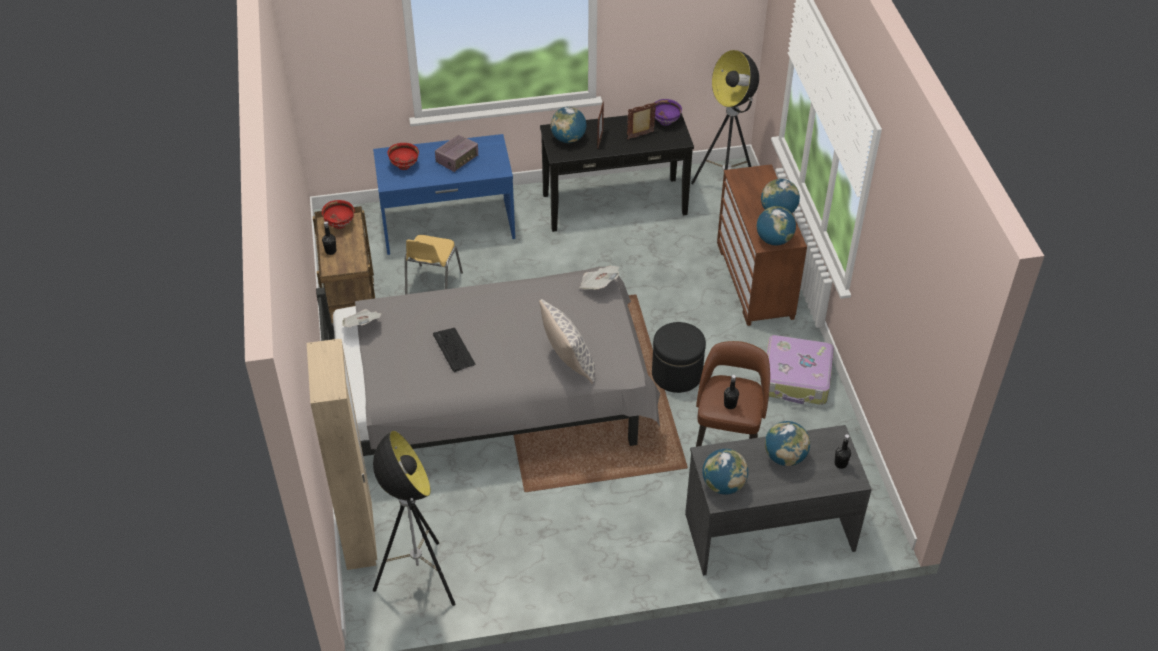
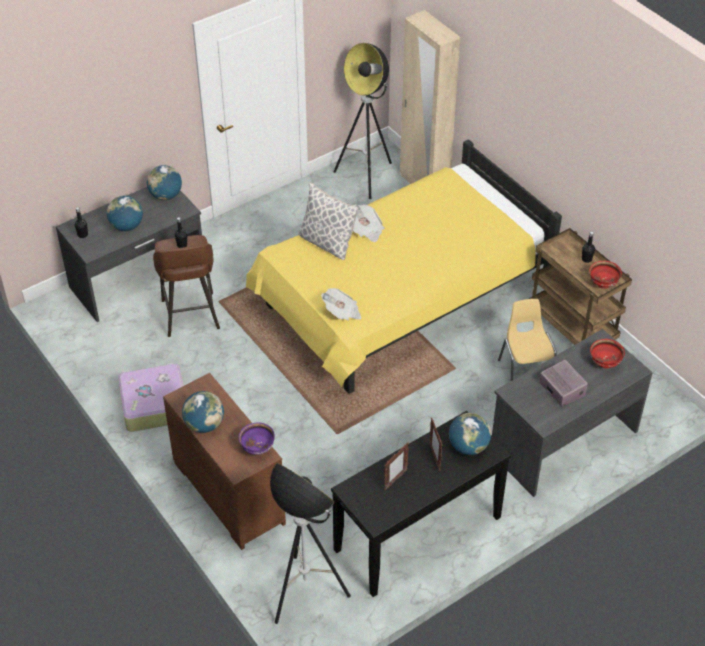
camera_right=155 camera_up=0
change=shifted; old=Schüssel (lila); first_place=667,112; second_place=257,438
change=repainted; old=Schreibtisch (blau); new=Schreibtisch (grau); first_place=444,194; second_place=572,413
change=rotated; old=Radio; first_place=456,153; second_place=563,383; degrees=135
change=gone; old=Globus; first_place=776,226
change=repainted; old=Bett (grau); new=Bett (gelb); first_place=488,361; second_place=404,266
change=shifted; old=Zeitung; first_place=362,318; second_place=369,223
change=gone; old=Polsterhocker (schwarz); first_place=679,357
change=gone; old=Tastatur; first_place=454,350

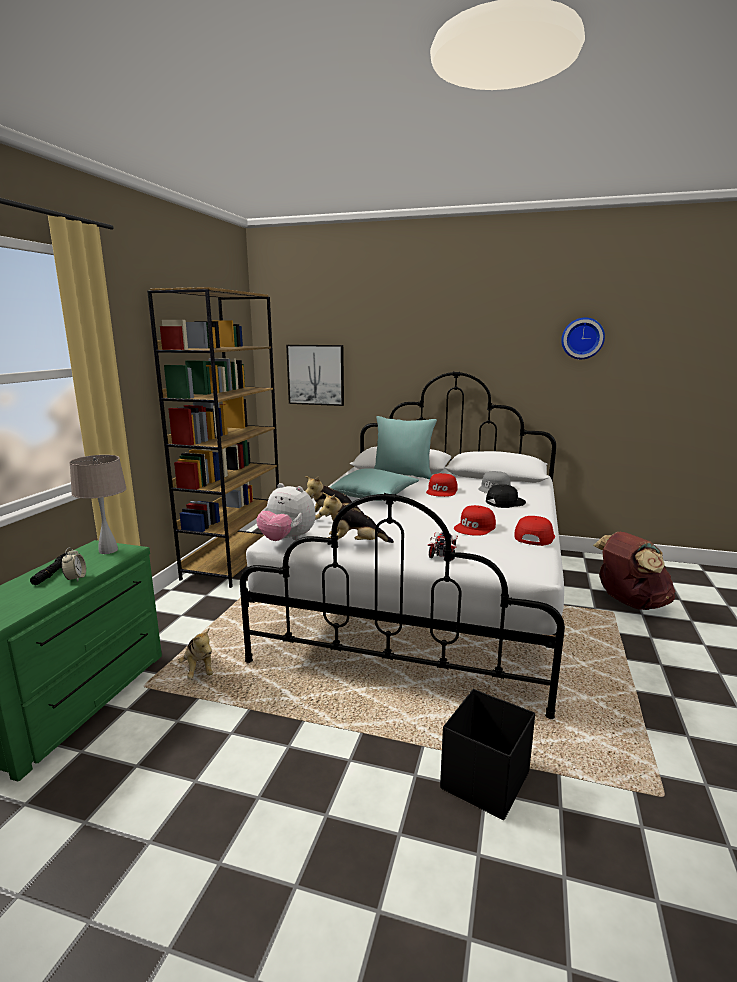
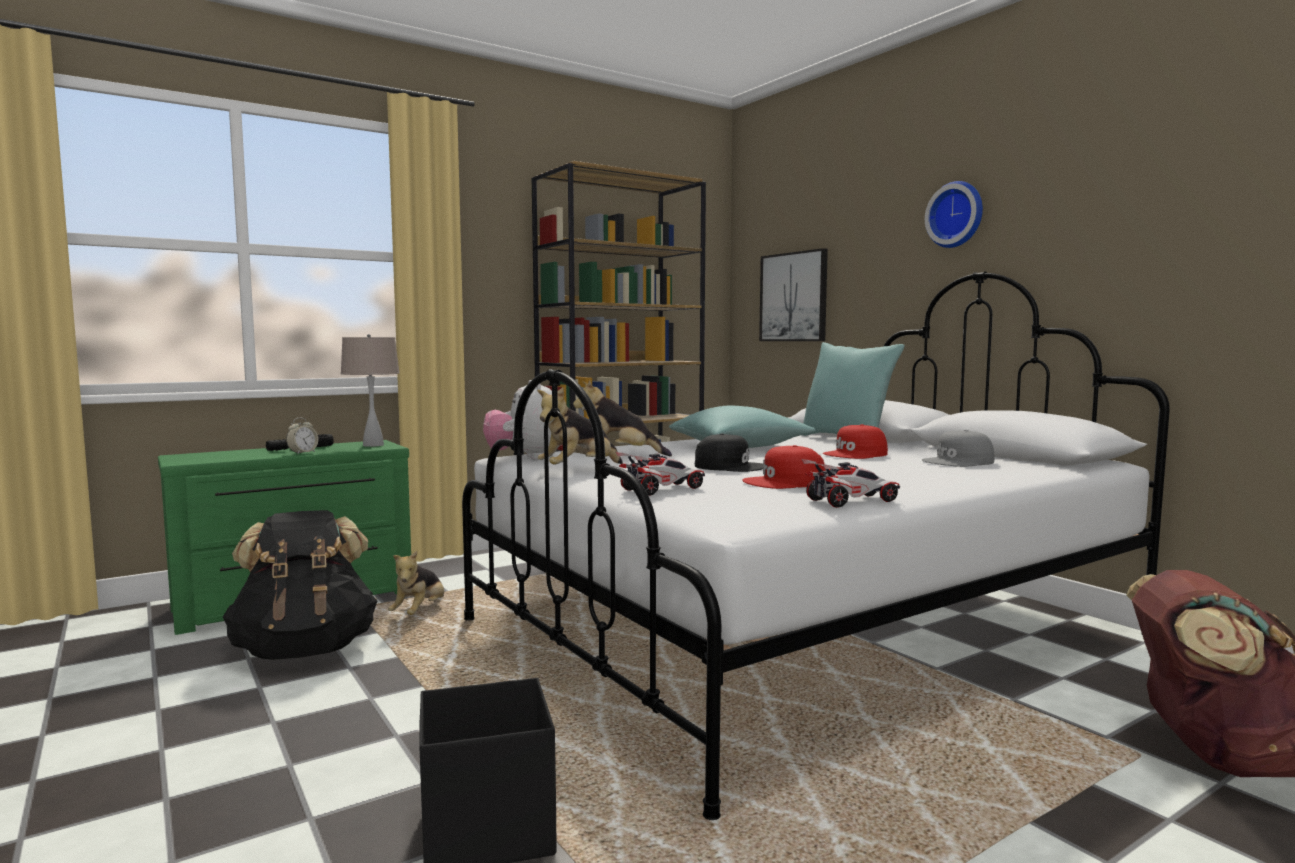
camera_right=40 camera_up=-10
change=shifted; old=Wanduhr; first_place=583,338; second_place=954,214
change=shifted; old=Kappe (schwarz); first_place=506,496; second_place=729,452
change=rotated; old=Plüschtier; first_place=356,518; second_place=580,426; degrees=-75
change=swapped; old=Kappe (rot); new=Spielzeugauto; first_place=534,531; second_place=851,483
change=new; new=Rucksack (schwarz); second_place=300,585

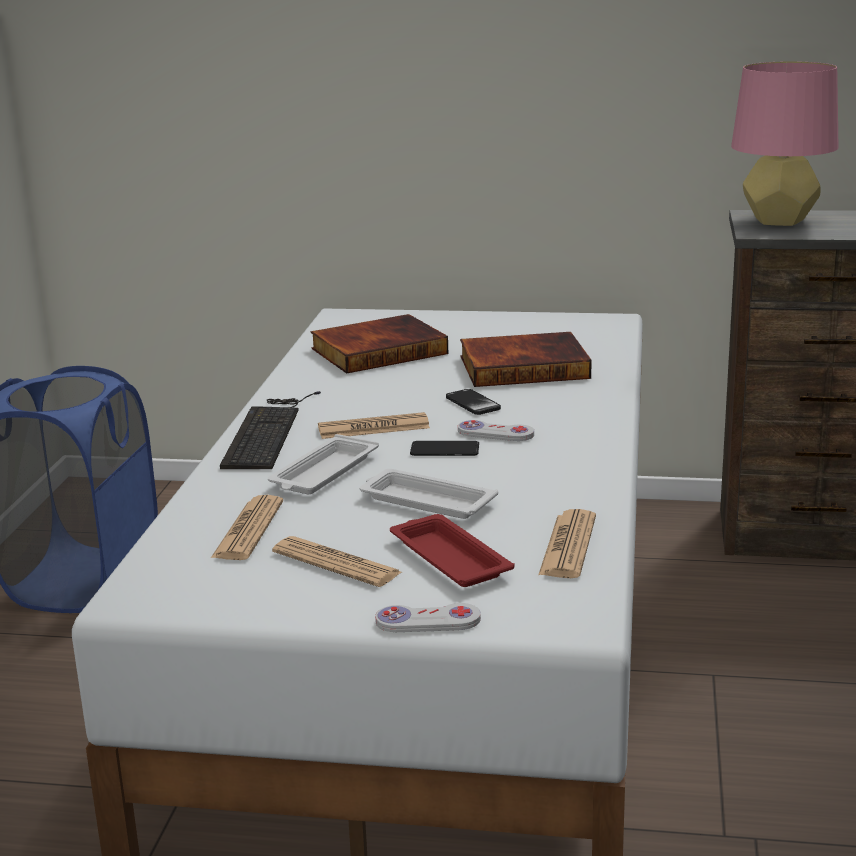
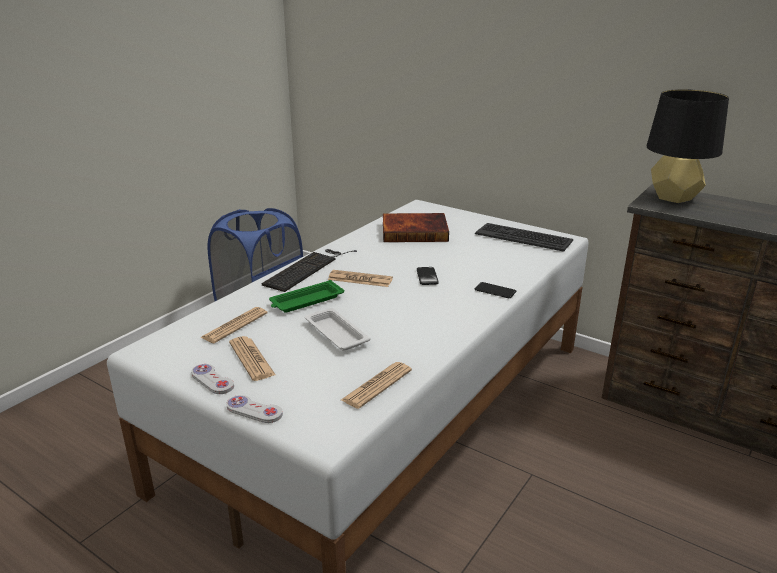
camera_right=25 camera_up=5
change=repainted; old=Tischlampe (rosa); new=Tischlampe (schwarz); first_place=785,143; second_place=688,146
change=gone; old=Buch; first_place=526,359
change=shifted; old=Gamepad (weiß); first_place=496,430; second_place=212,379
change=repainted; old=Tablett (weiß); new=Tablett (grün); first_place=323,464; second_place=306,296
change=shifted; old=Handy; first_place=444,448; second_place=495,290
change=gone; old=Tablett (rot); first_place=452,550
change=new; new=Tastatur; second_place=524,237

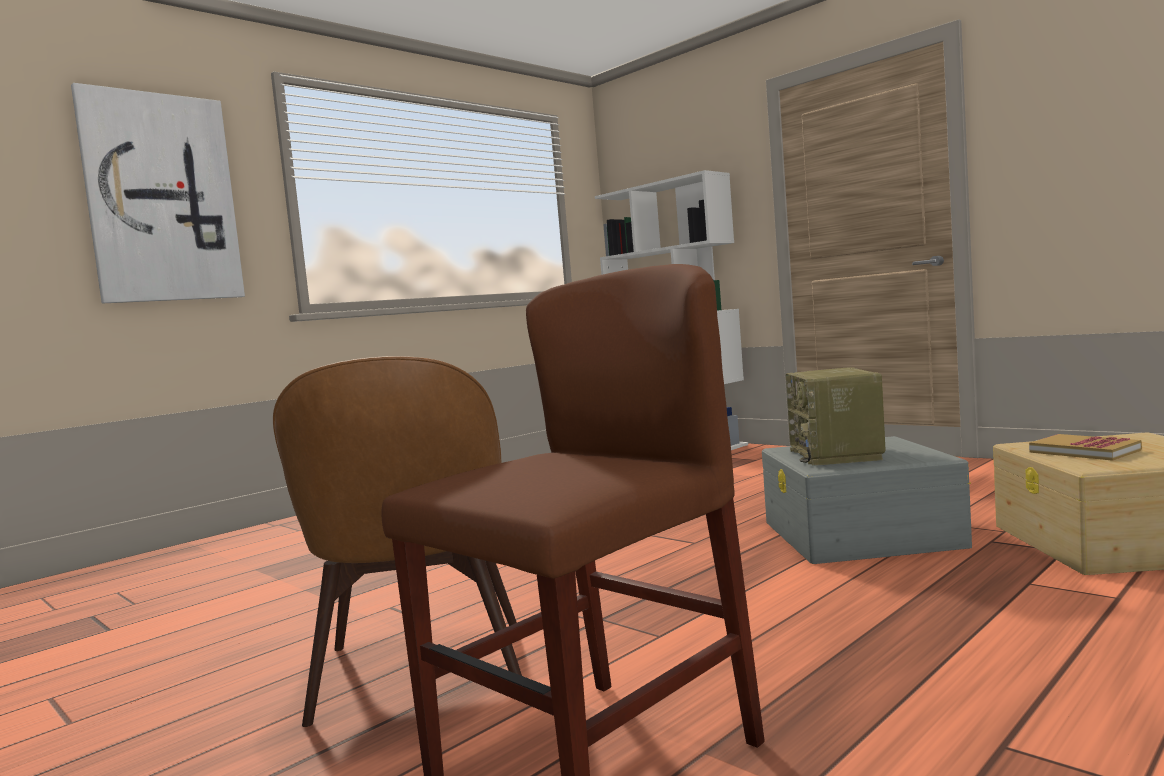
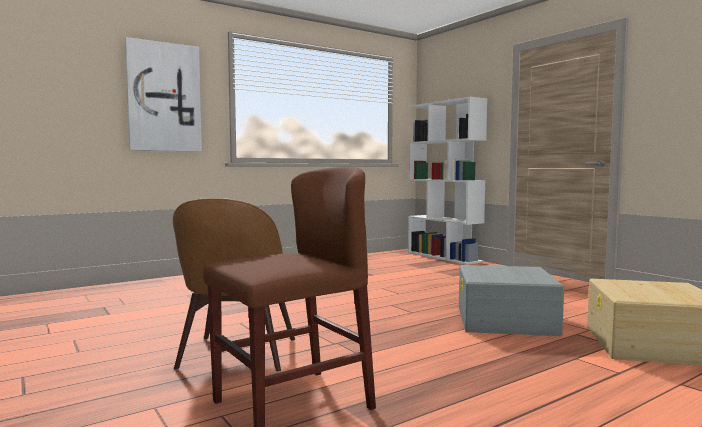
camera_right=10 camera_up=0
change=gone; old=Radio; first_place=836,416
change=gone; old=Buch; first_place=1085,447

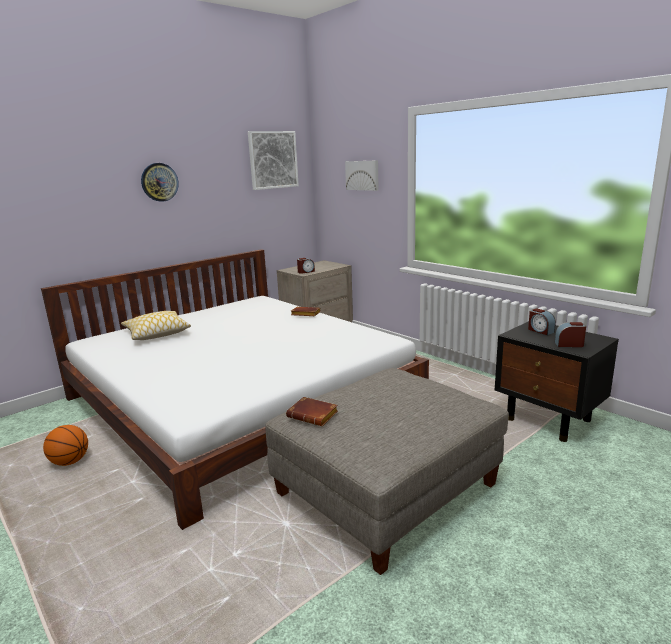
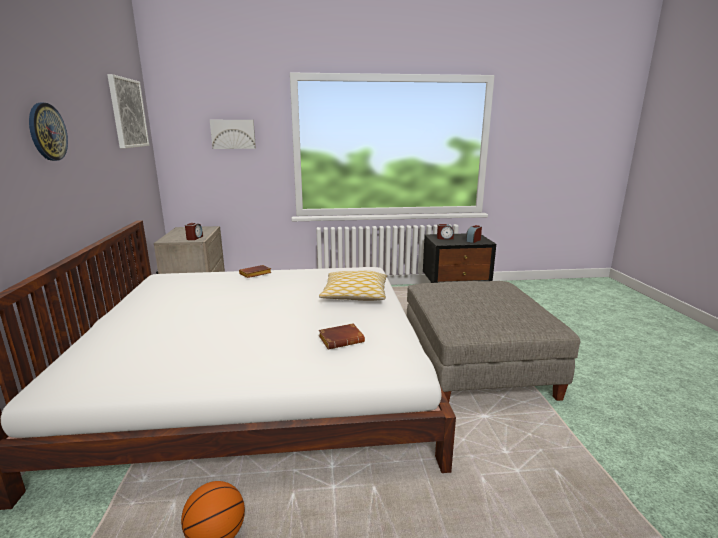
camera_right=-55 camera_up=0
change=shifted; old=Kissen; first_place=156,325; second_place=353,286
change=shifted; old=Buch (braun); first_place=312,411; second_place=342,337

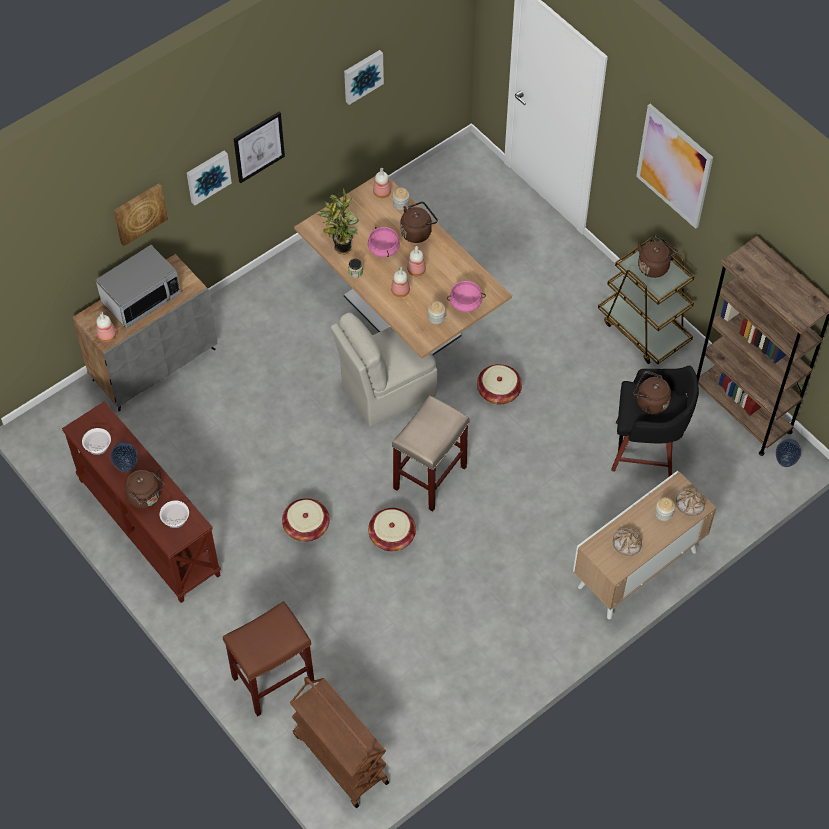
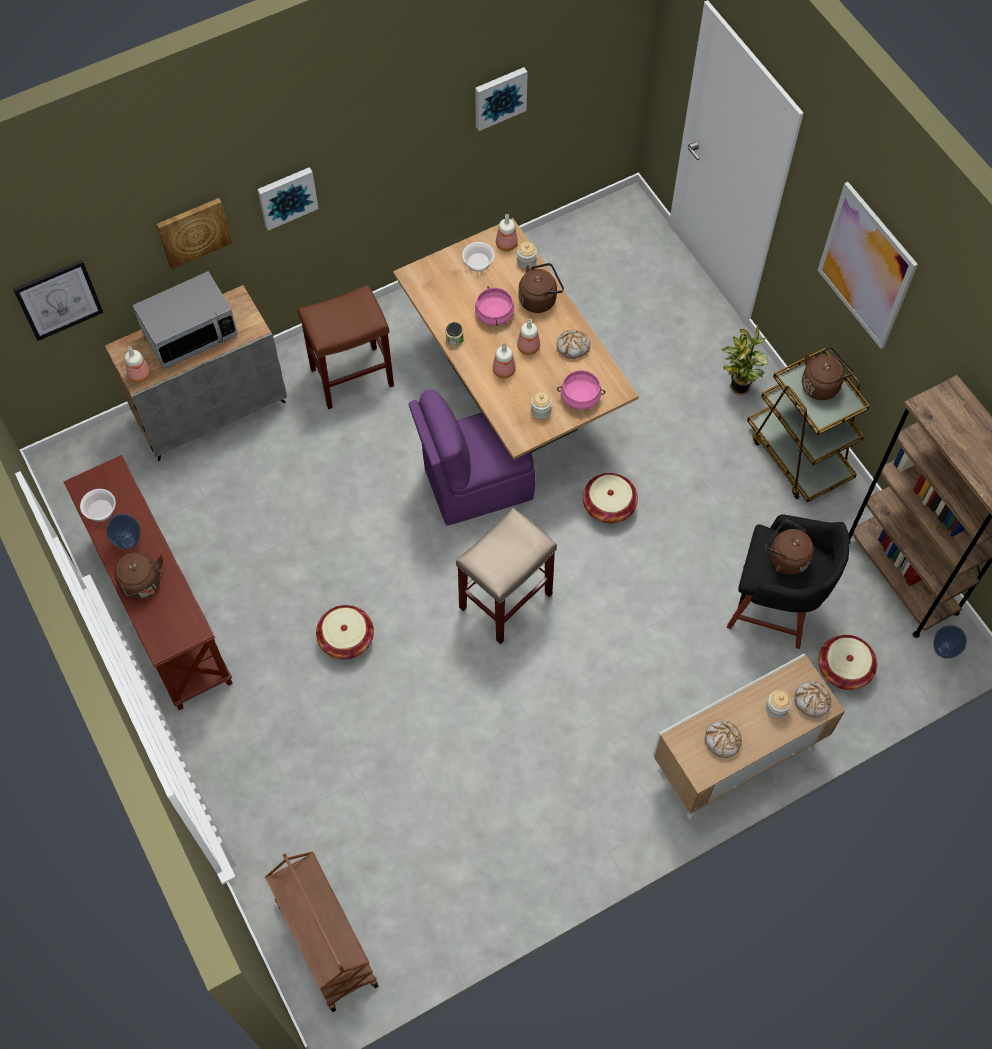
camera_right=10 camera_up=5
change=shifted; old=Bild; first_place=259,147; second_place=58,300
change=shifted; old=Topfpflanze; first_place=338,222; second_place=744,360
change=repainted; old=Stuhl (beige); new=Stuhl (lila); first_place=384,369; second_place=472,457
change=shifted; old=Schüssel; first_place=174,514; second_place=478,257
change=shifted; old=Korb; first_place=392,529; second_place=847,662
change=shifted; old=Hocker (braun); first_place=268,659; second_place=346,347
change=new; new=Brot; second_place=573,344

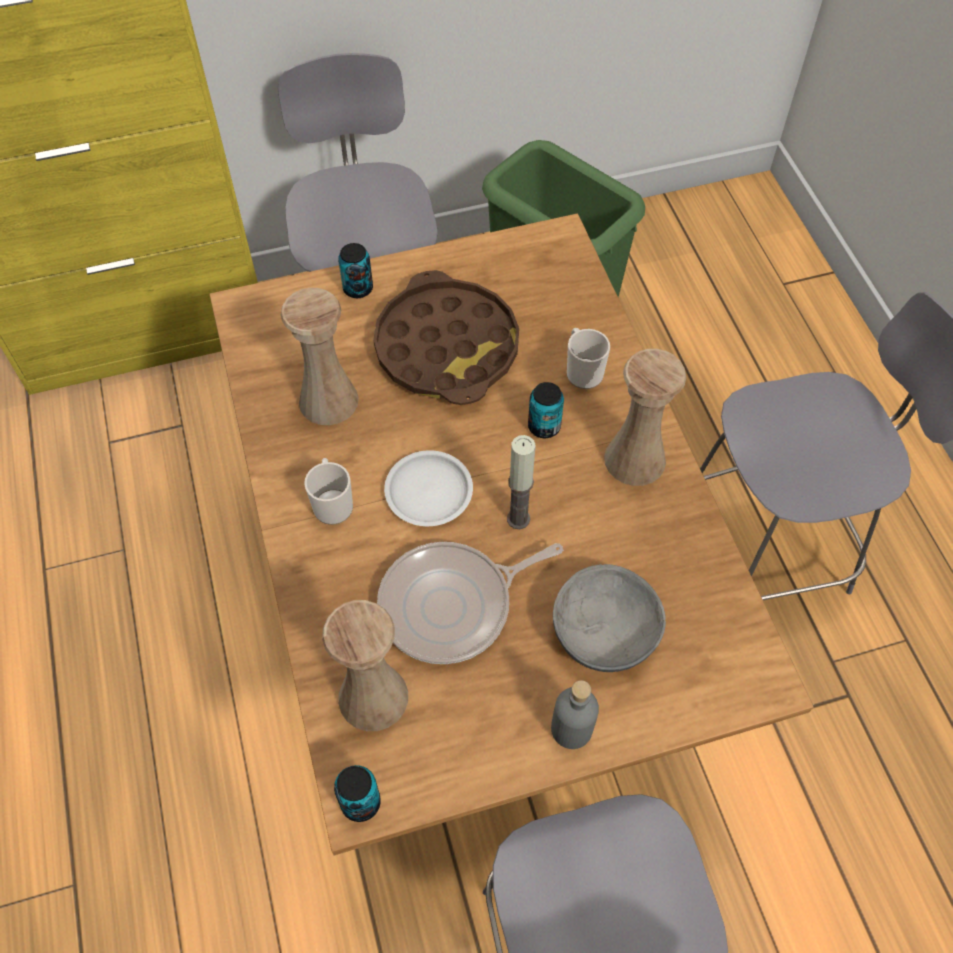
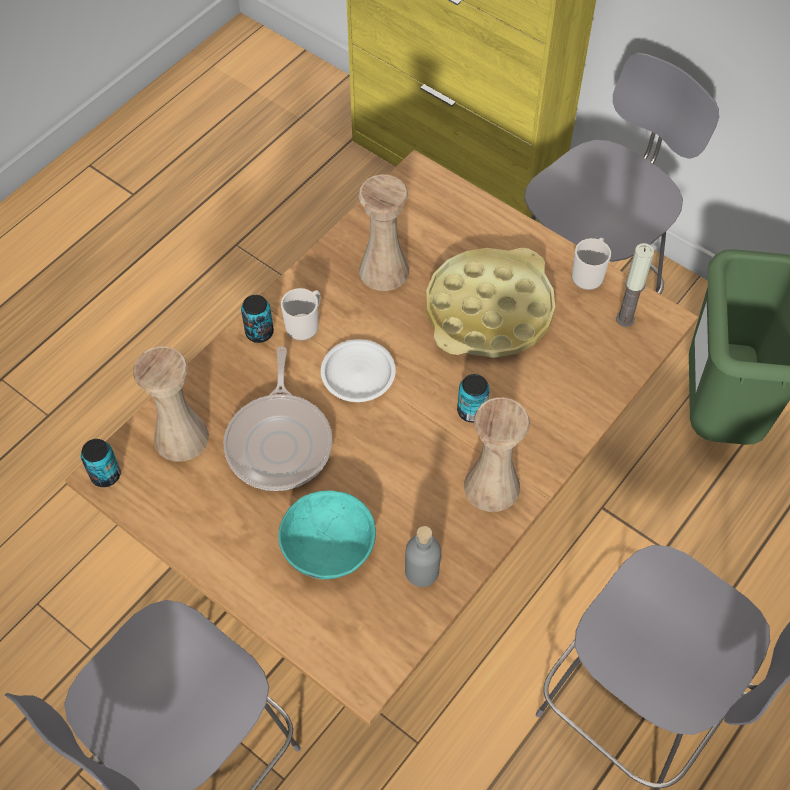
camera_right=55 camera_up=0
change=shifted; old=Dose; first_place=355,270; second_place=257,319
change=repainted; old=Tablett (braun); new=Tablett (gelb); first_place=446,337; second_place=490,303
change=shifted; old=Henkelbecher; first_place=588,358; second_place=591,264
change=shifted; old=Kerze; first_place=521,482; second_place=635,285
change=rotated; old=Pfanne; first_place=470,603; second_place=278,418; degrees=-120
change=repainted; old=Schüssel (grau); new=Schüssel (türkis); first_place=609,618; second_place=327,535
change=shifted; old=Flasche (grau); first_place=575,714; second_place=423,556

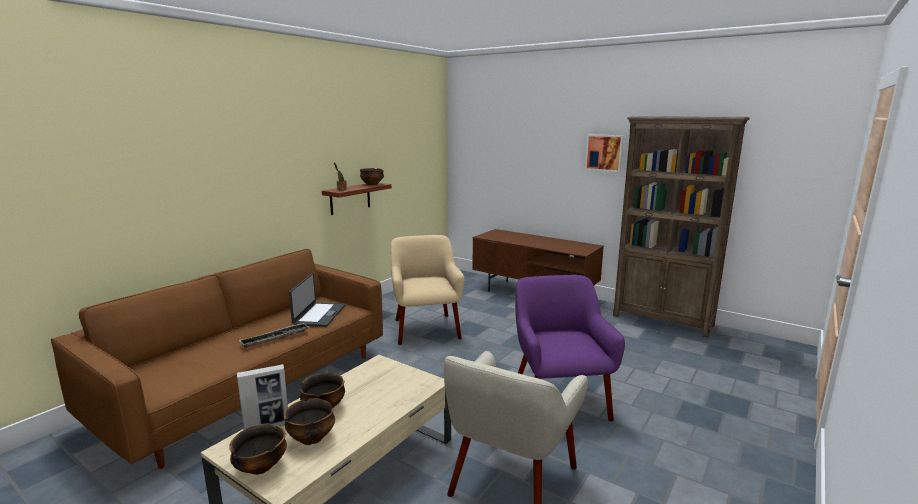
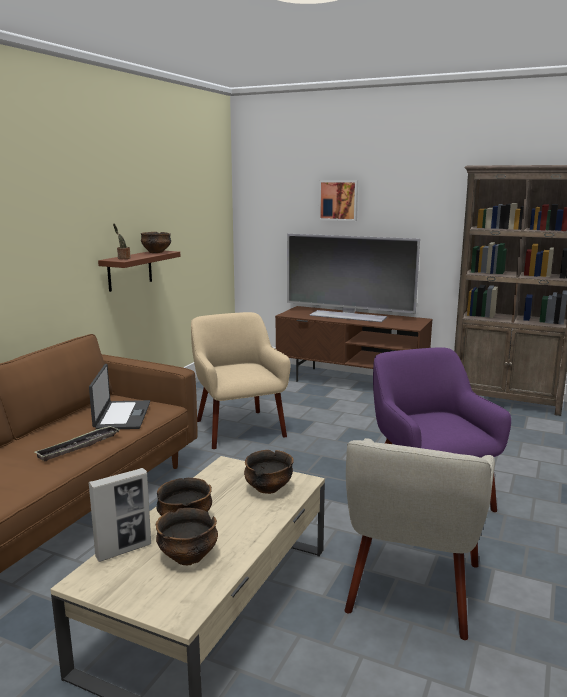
camera_right=-10 camera_up=0
change=shifted; old=Bild; first_place=604,153; second_place=338,200
change=shifted; old=Schüssel; first_place=258,449; second_place=269,472
change=new; new=Fernseher; second_place=353,278

